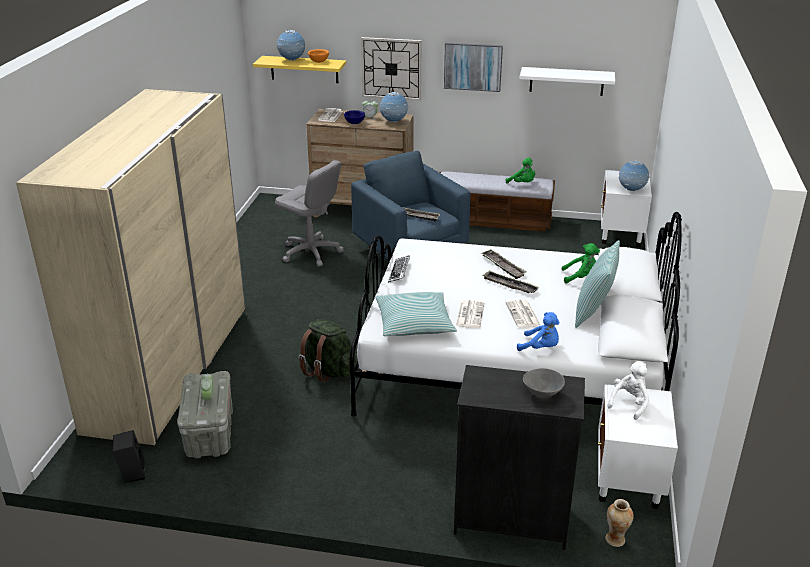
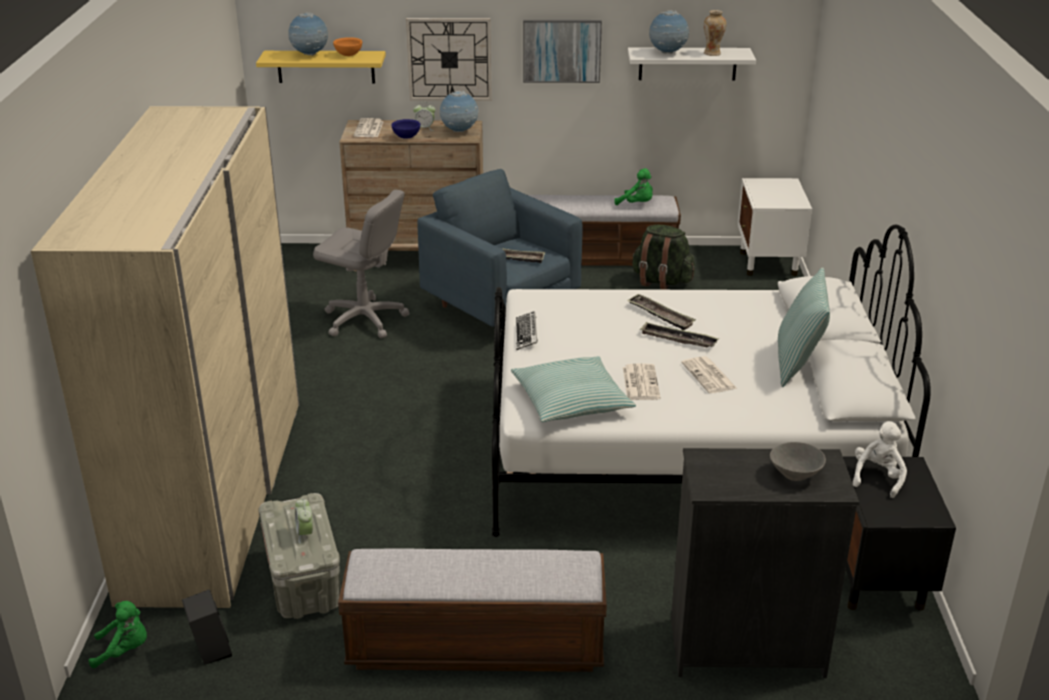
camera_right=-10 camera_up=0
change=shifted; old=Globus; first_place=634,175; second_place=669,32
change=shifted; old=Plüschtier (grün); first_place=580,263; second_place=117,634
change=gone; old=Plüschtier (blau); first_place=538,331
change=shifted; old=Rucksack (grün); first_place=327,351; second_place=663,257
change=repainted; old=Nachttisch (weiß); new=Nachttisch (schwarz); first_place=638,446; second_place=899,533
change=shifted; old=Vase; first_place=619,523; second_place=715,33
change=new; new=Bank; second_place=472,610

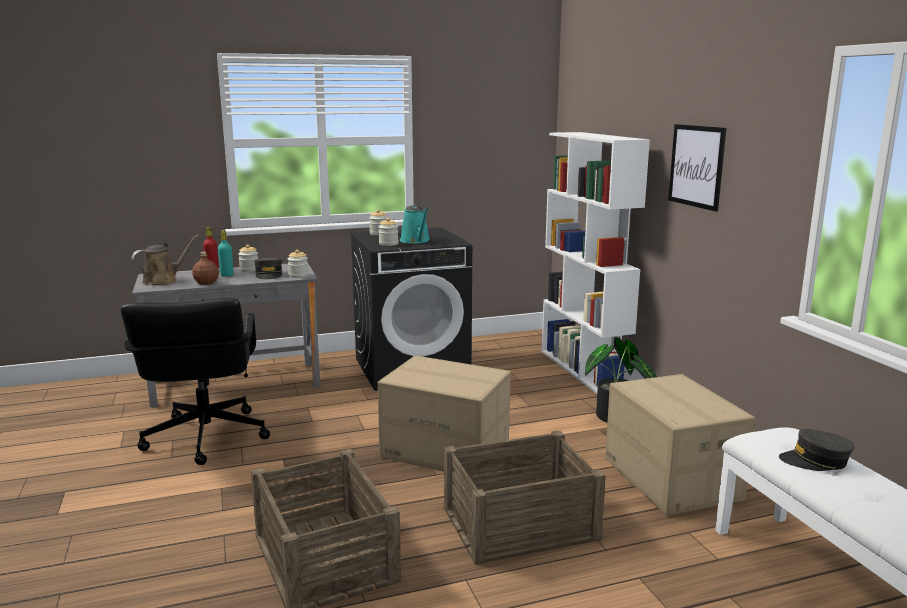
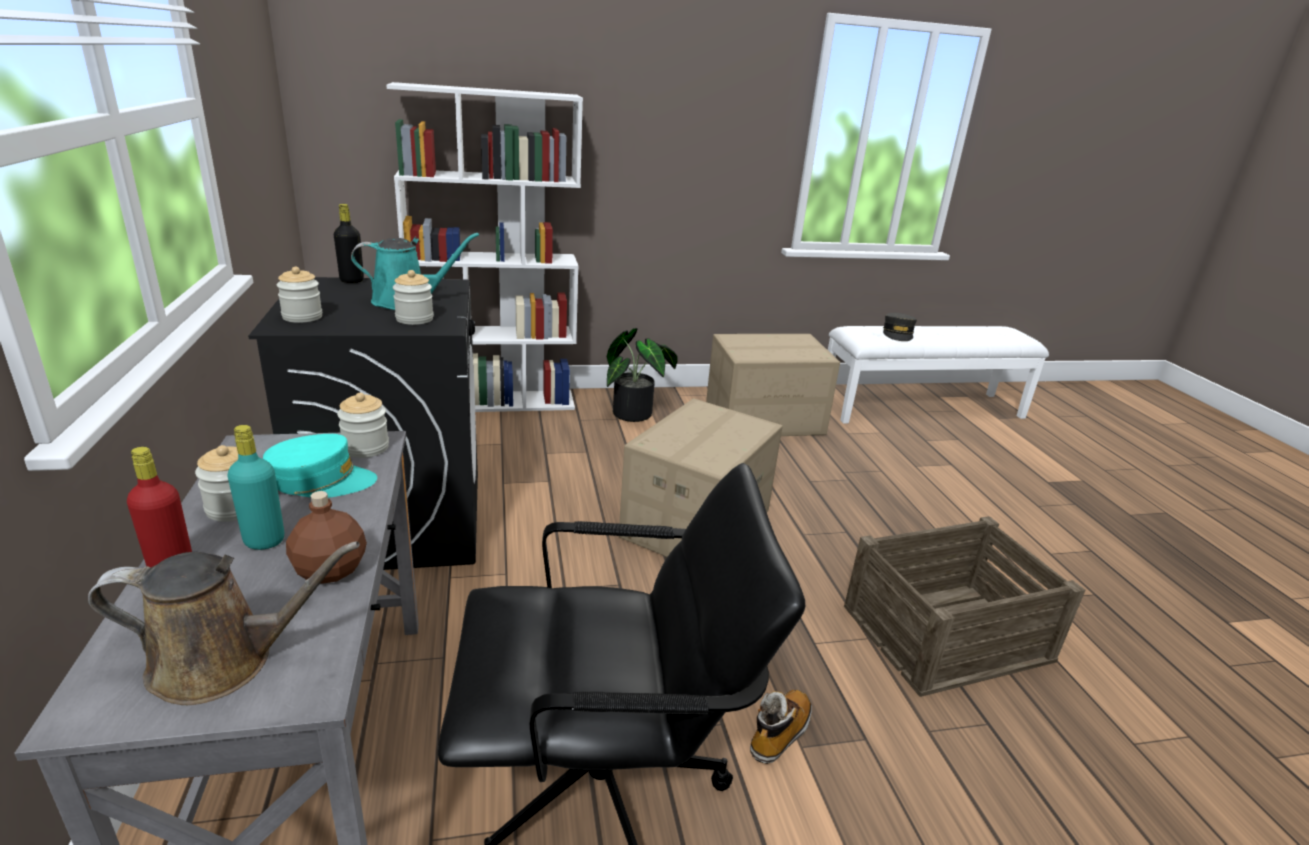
camera_right=-85 camera_up=10
change=gone; old=Bild; first_place=697,168
change=rotated; old=Gießkanne (braun); first_place=165,260; second_place=224,623; degrees=120
change=repainted; old=Kappe (grau); new=Kappe (türkis); first_place=268,268; second_place=320,466
change=gone; old=Kiste; first_place=525,497
change=new; new=Flasche (schwarz); second_place=349,243
change=new; new=Stiefel; second_place=781,727

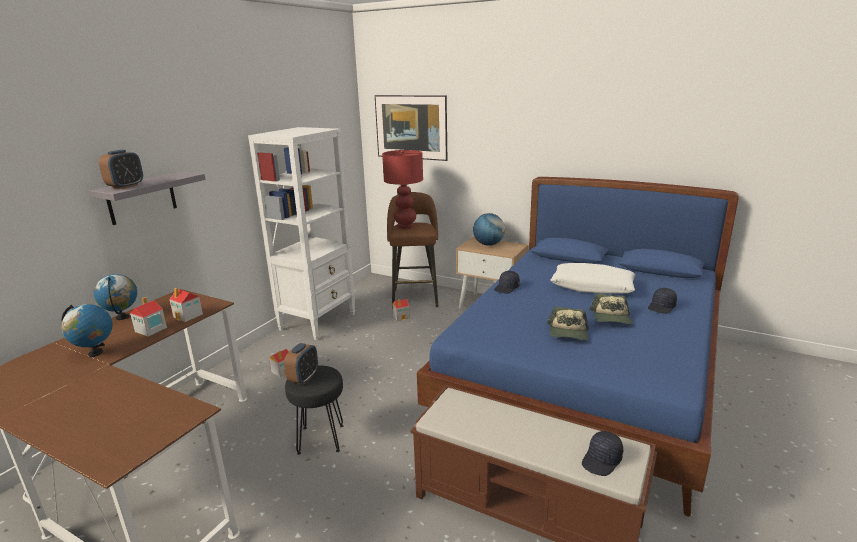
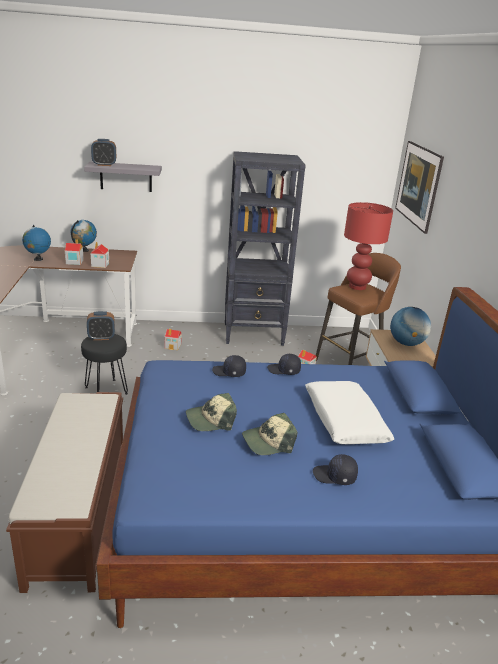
camera_right=55 camera_up=5
change=repainted; old=Bücherregal (weiß); new=Bücherregal (schwarz); first_place=301,233; second_place=265,248
change=shifted; old=Kappe (schwarz); first_place=602,453; second_place=229,366

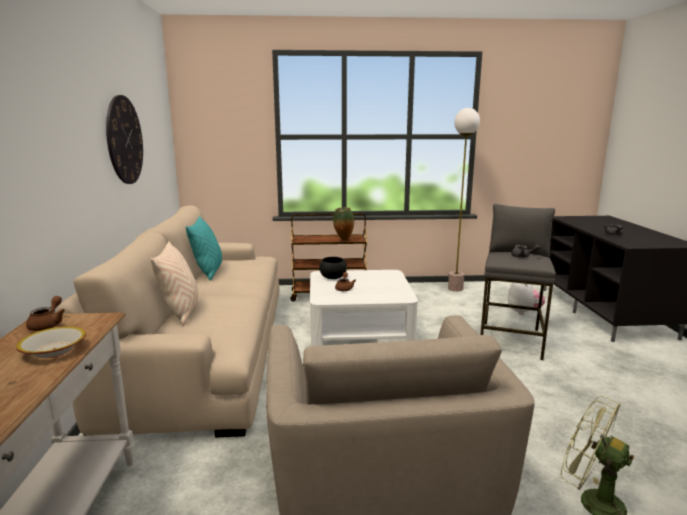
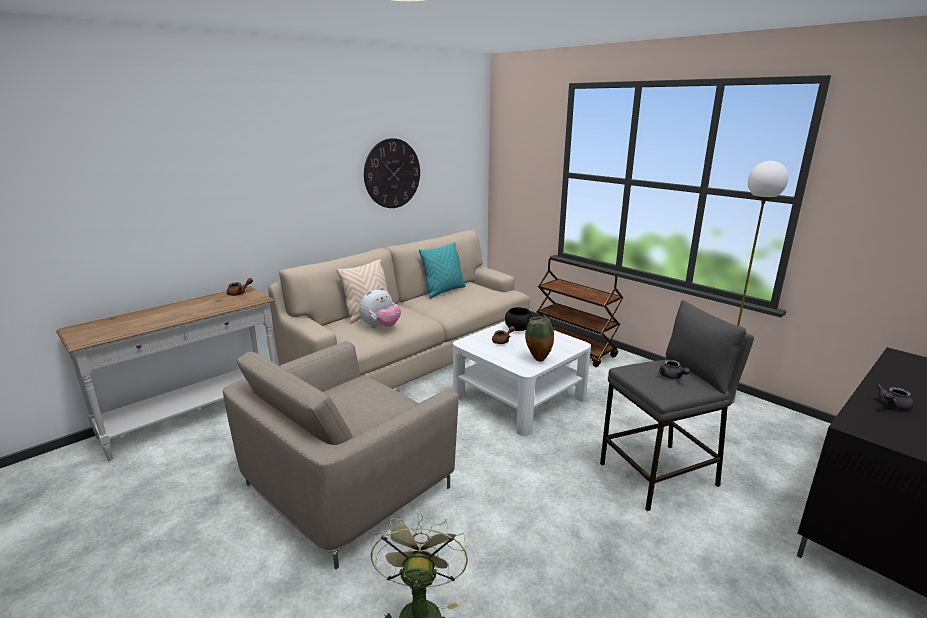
camera_right=50 camera_up=5
change=shifted; old=Vase; first_place=343,224; second_place=539,339
change=shifted; old=Plüschtier; first_place=526,299; second_place=380,307
change=gone; old=Schüssel; first_place=51,342

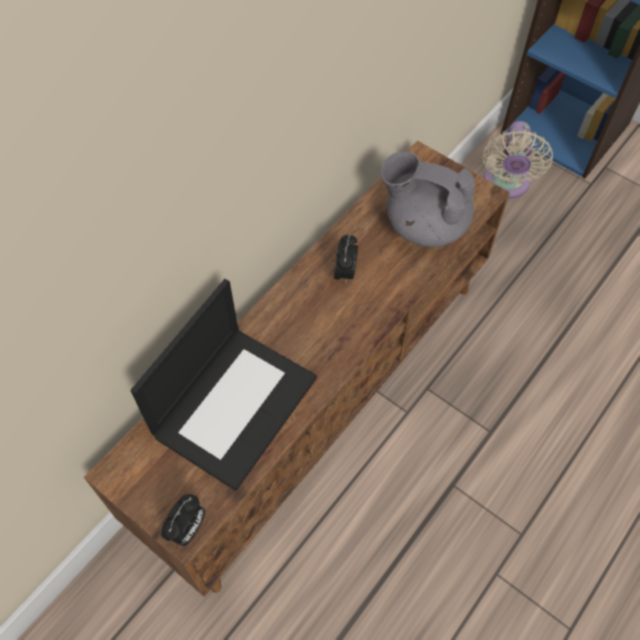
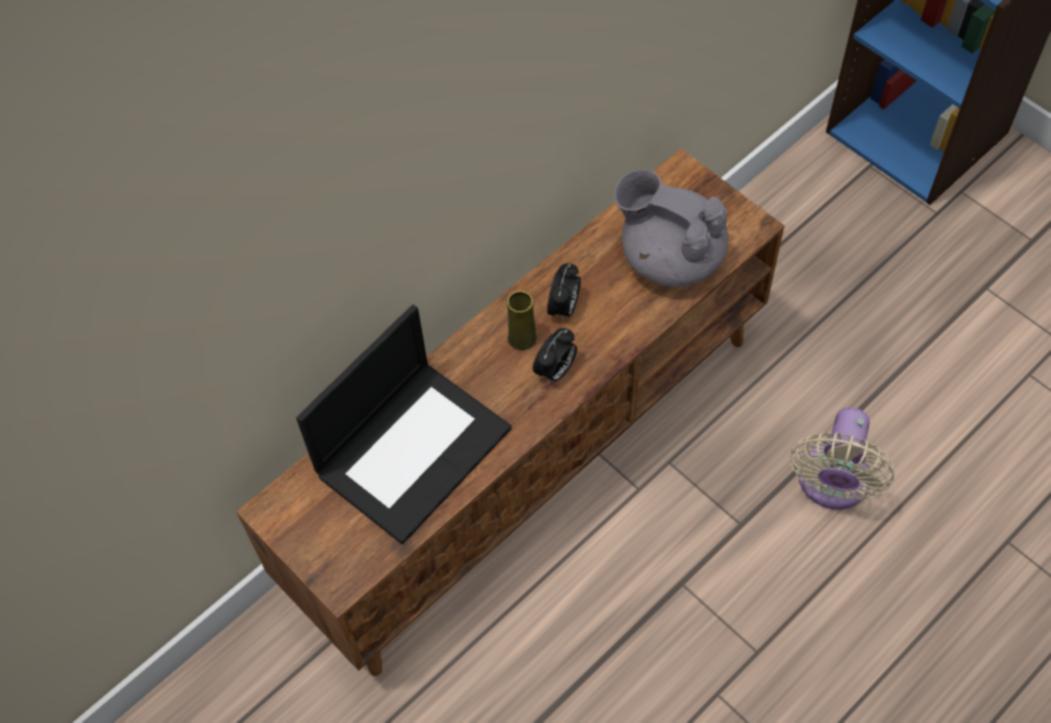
camera_right=10 camera_up=0
change=shifted; old=Ventilator (beige); first_place=518,159; second_place=842,458
change=shifted; old=Wecker; first_place=183,520; second_place=555,356
change=new; new=Vase (gelb); second_place=522,320

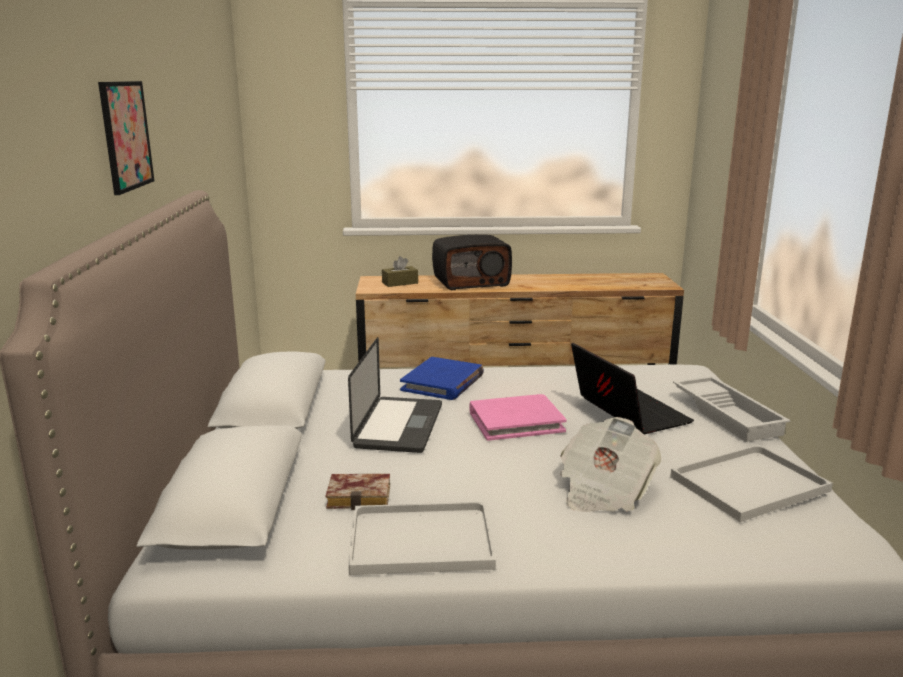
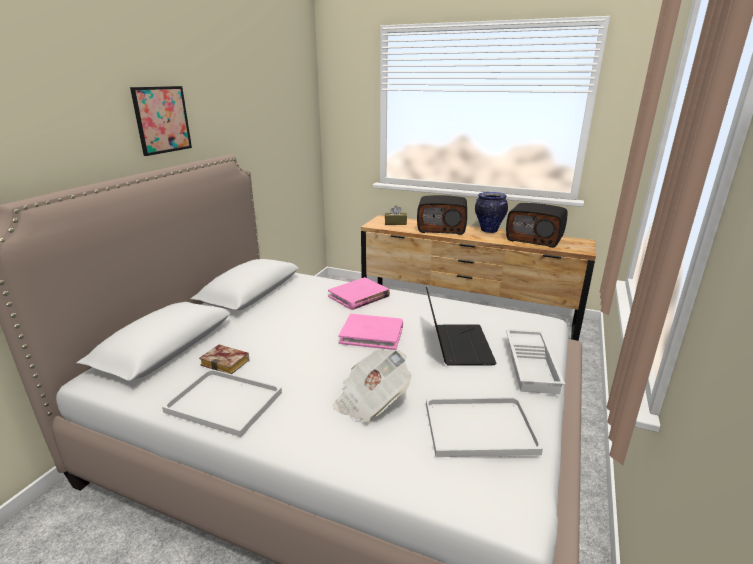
camera_right=25 camera_up=5
change=gone; old=Laptop; first_place=395,395
change=repainted; old=Buch (blau); new=Buch (rosa); first_place=442,378; second_place=359,293
change=new; new=Vase; second_place=491,212
change=new; new=Radio; second_place=536,225

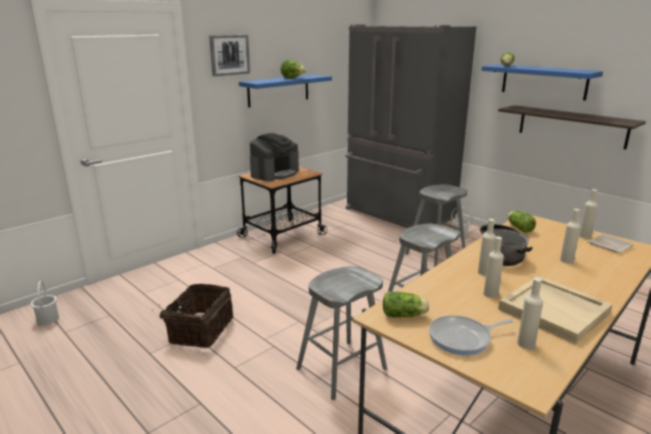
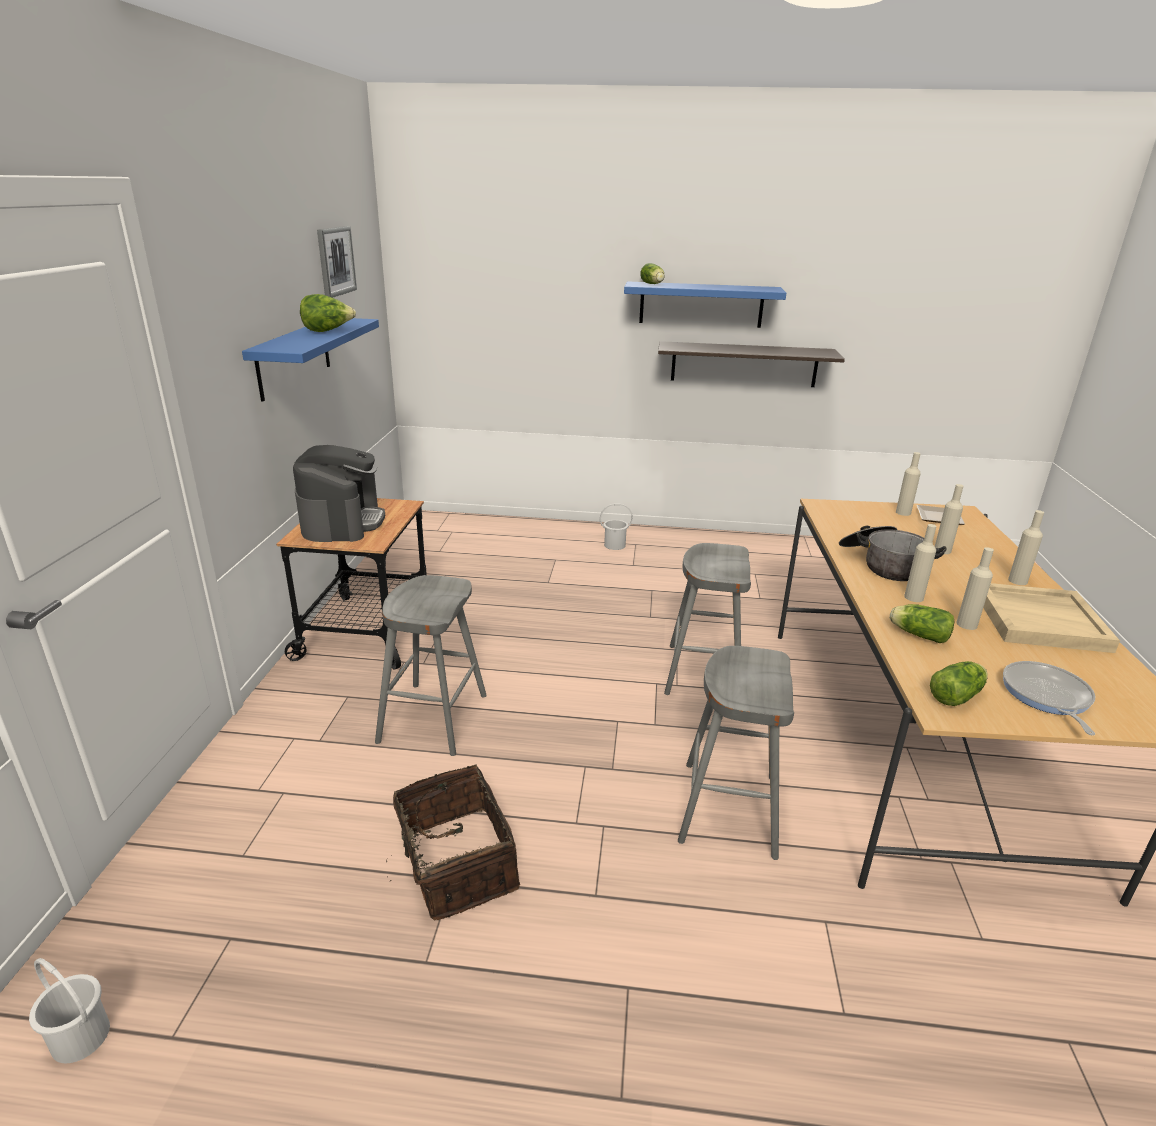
camera_right=-40 camera_up=5
change=gone; old=Kühlschrank (grau); first_place=410,126
change=shifted; old=Bild; first_place=229,55; second_place=337,262
change=shifted; old=Hocker (grau); first_place=436,225; second_place=431,665
change=shifted; old=Salatkopf; first_place=521,222; second_place=922,623
change=shifted; old=Flasche (beige); first_place=530,313; second_place=1026,547
change=rotated; old=Pfanne; first_place=471,335; second_place=1049,698; degrees=150

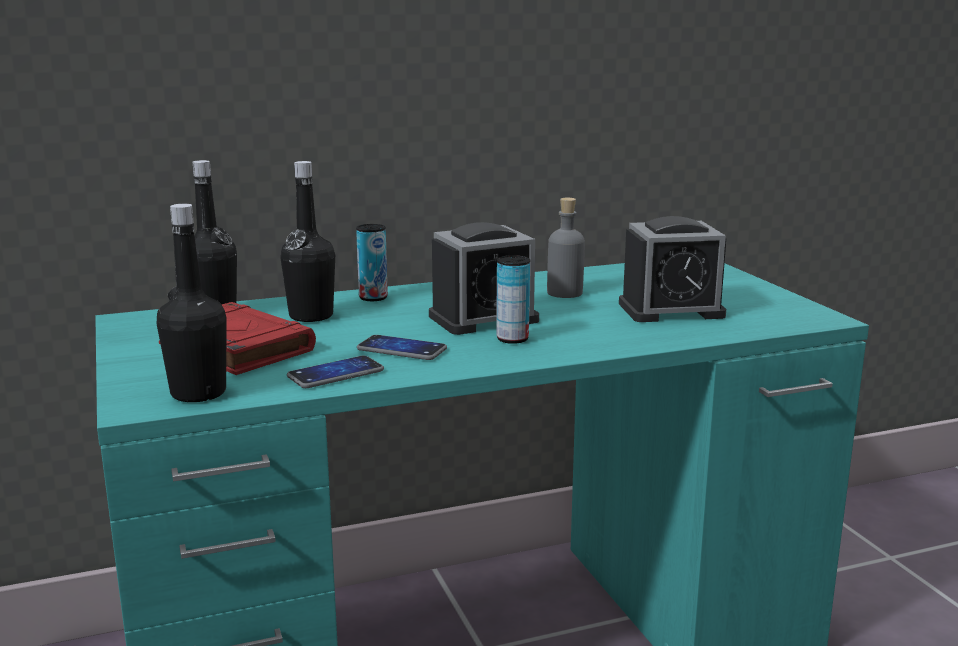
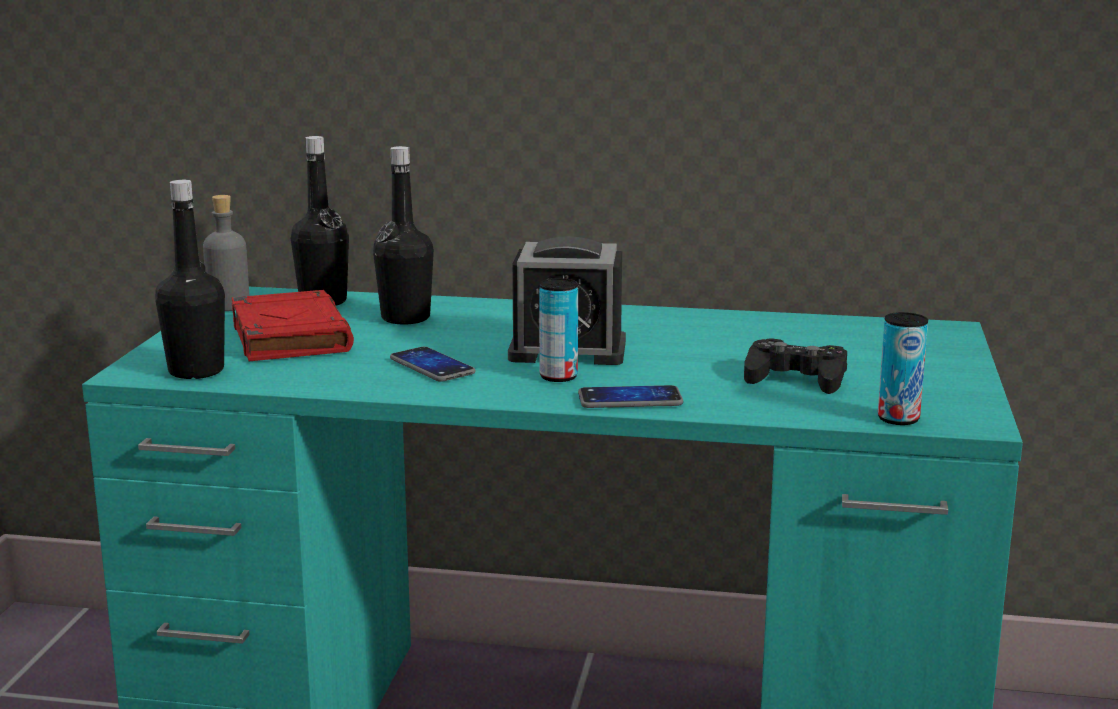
camera_right=30 camera_up=0
change=shifted; old=Flasche (grau); first_place=566,248; second_place=226,253
change=swapped; old=Wecker; new=Gamepad (schwarz); first_place=672,269; second_place=795,366
change=shifted; old=Dose; first_place=372,262; second_place=903,368
change=shifted; old=Handy; first_place=335,372; second_place=630,396

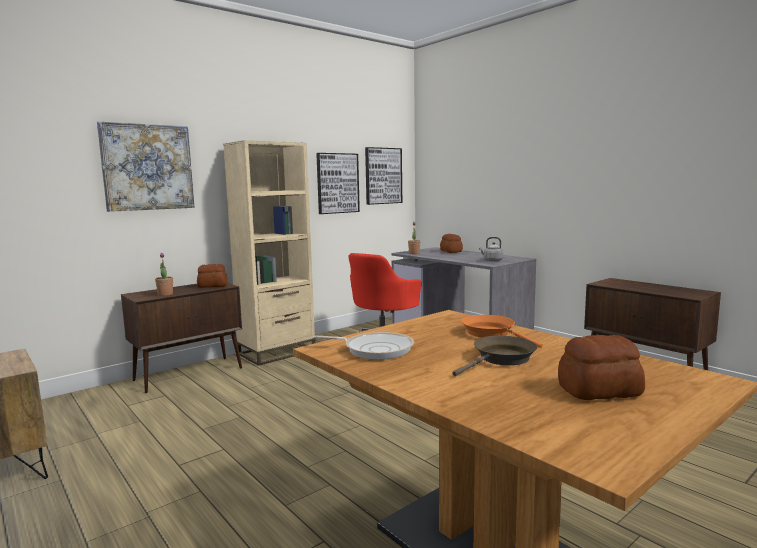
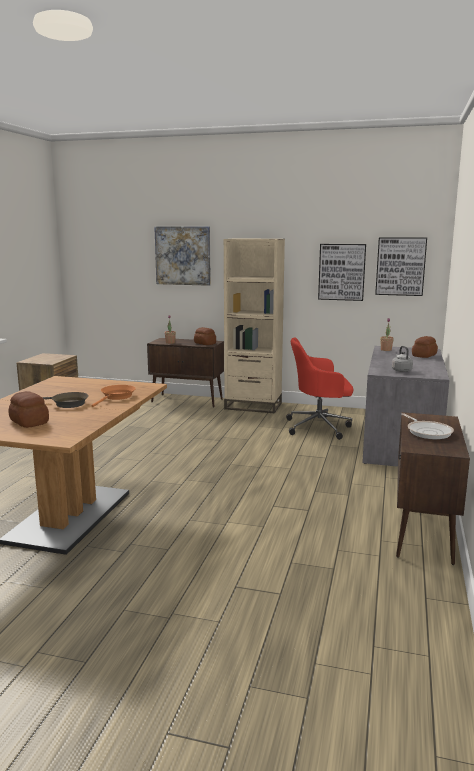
camera_right=55 camera_up=5
change=shifted; old=Pfanne; first_place=363,346; second_place=427,426

